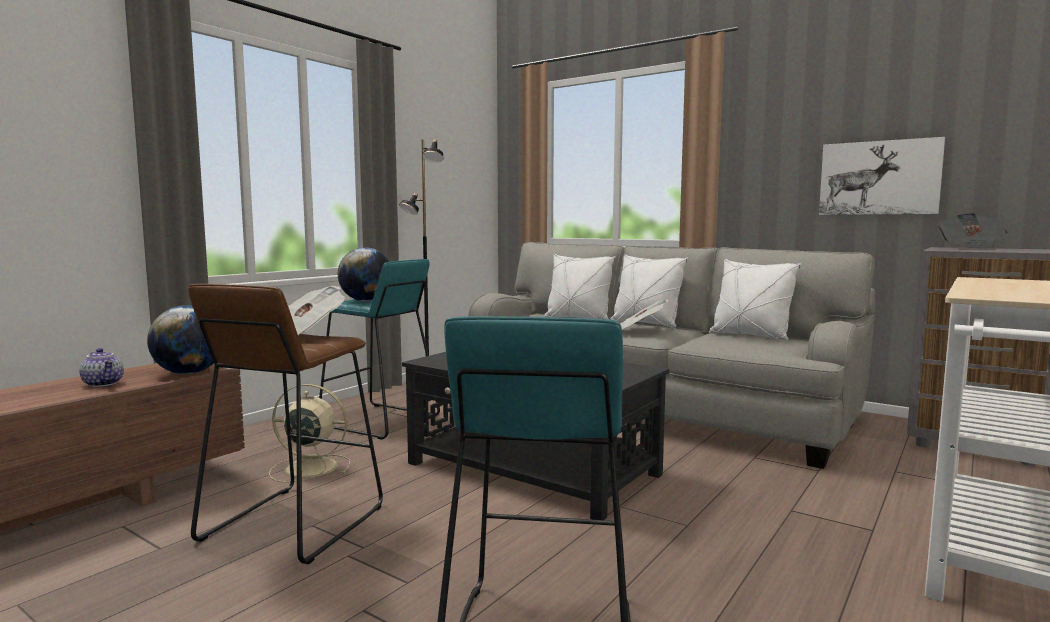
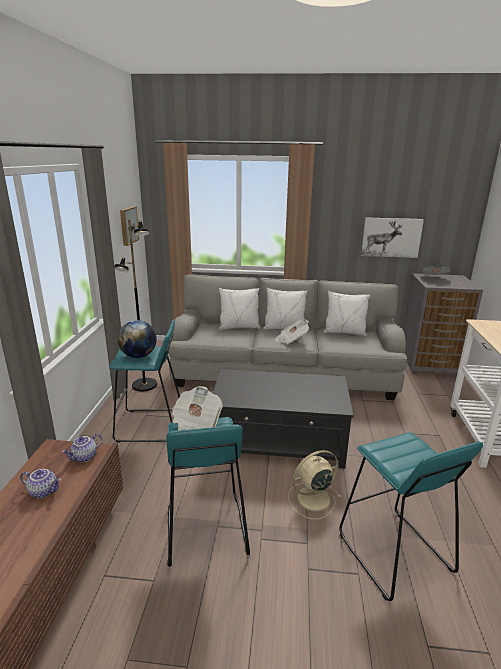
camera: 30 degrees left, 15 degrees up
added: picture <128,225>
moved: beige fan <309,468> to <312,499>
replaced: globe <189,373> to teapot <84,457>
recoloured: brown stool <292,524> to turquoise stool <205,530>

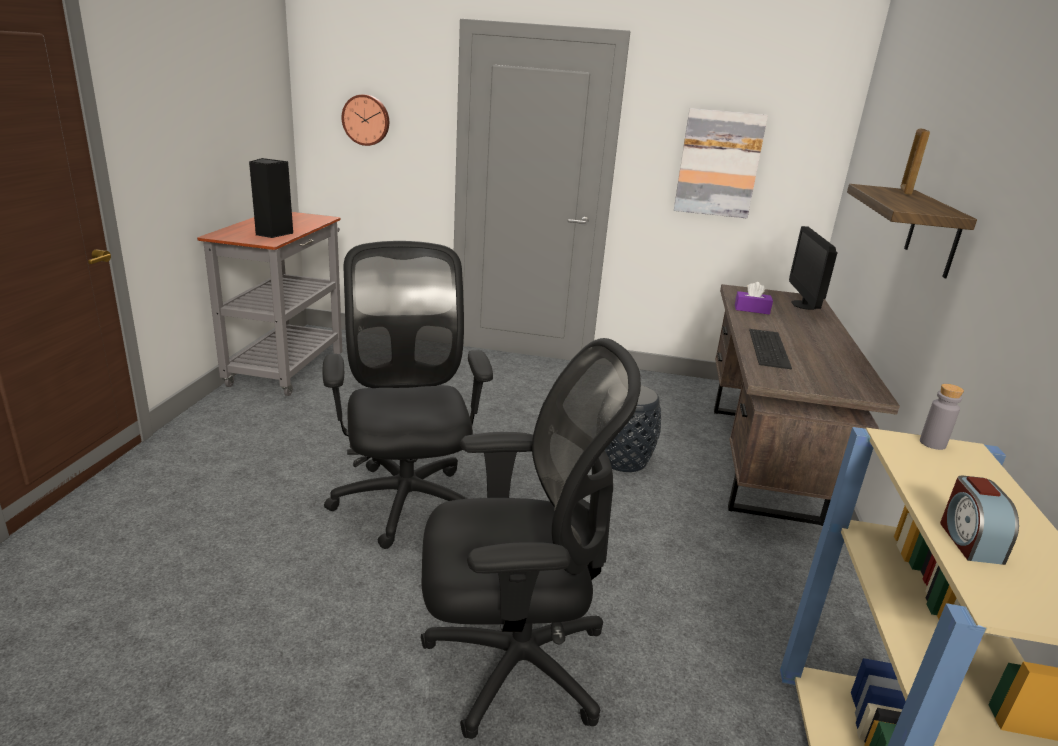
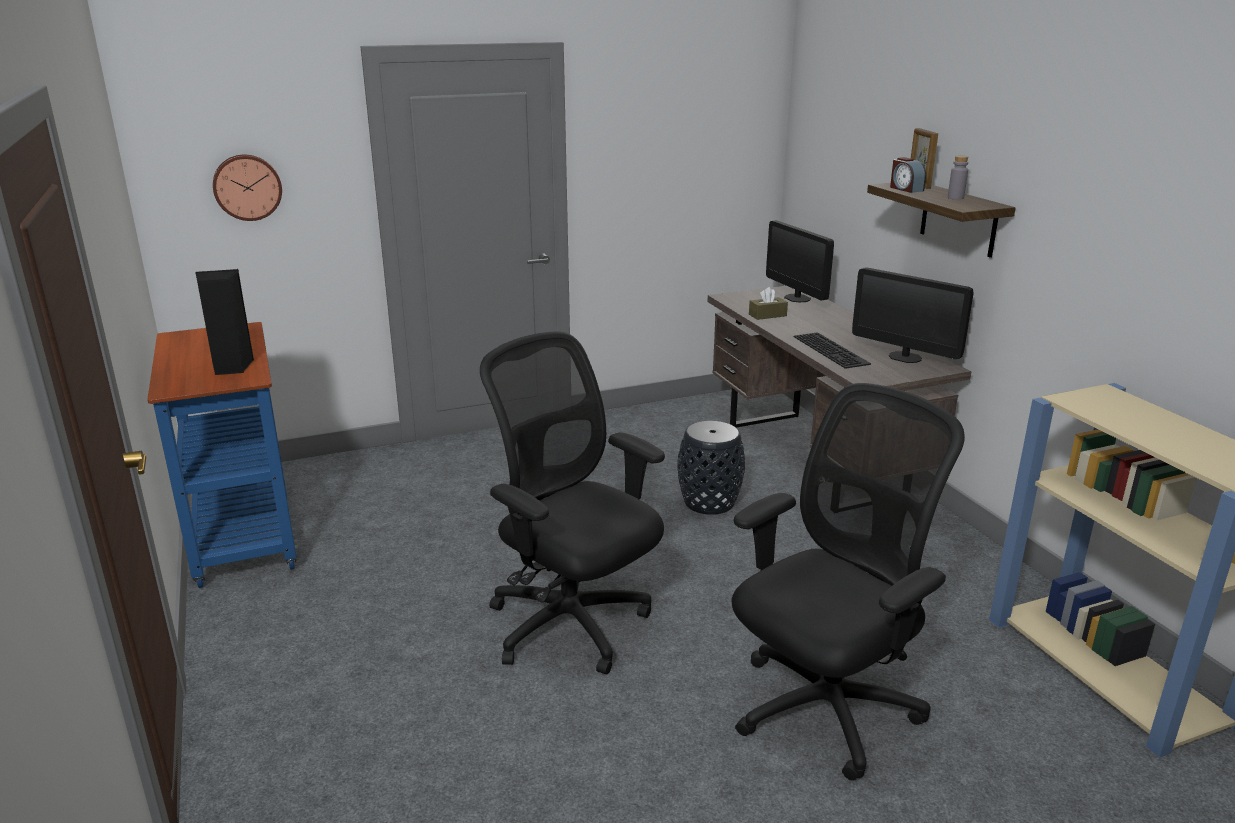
camera: 30 degrees left, 0 degrees up
removed: picture <718,163>
added: monitor <905,357>
moved: grey bottle <932,443> to <955,198>; alarm clock <969,541> to <905,189>
recoloured: grey cart <287,368> to blue cart <244,538>; purple tissue box <751,309> to brown tissue box <767,315>

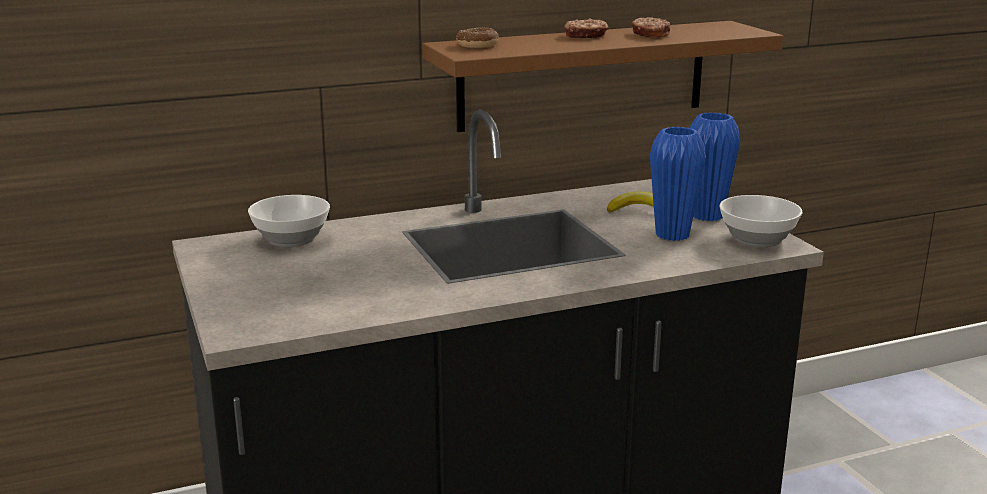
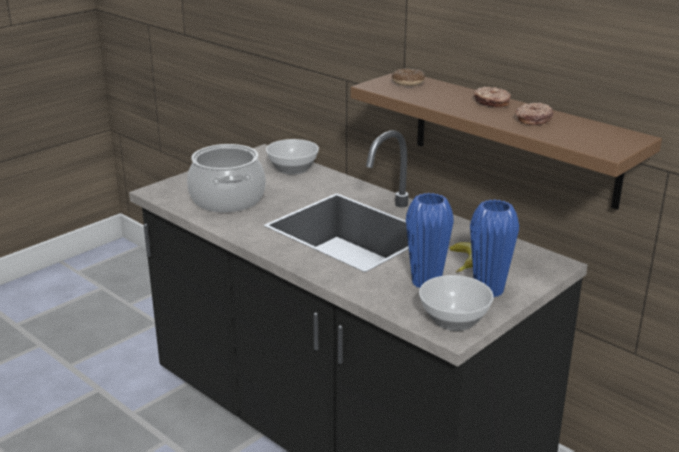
camera: 65 degrees right, 5 degrees up
added: cooking pot <228,199>

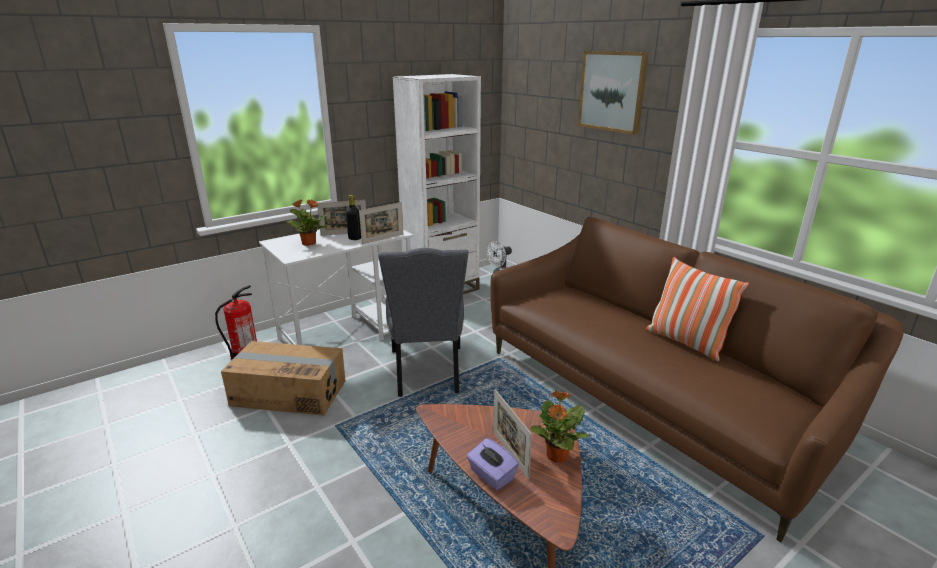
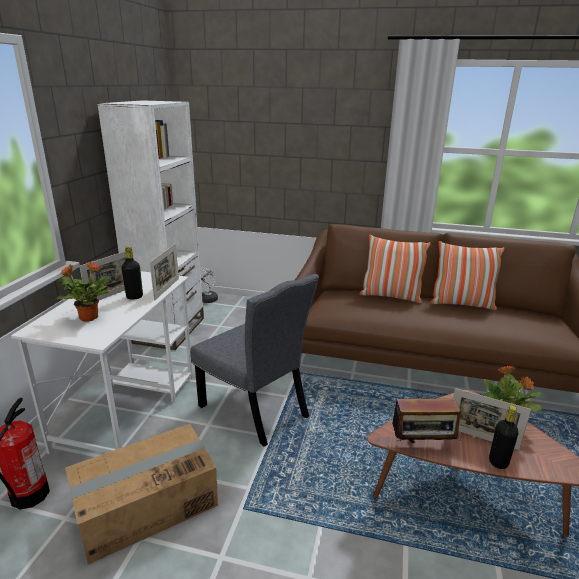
camera: 40 degrees left, 0 degrees up
removed: picture <612,91>
added: pillow <390,296>; radio <422,445>
replaced: purple tissue box <491,475> to black bottle <498,462>

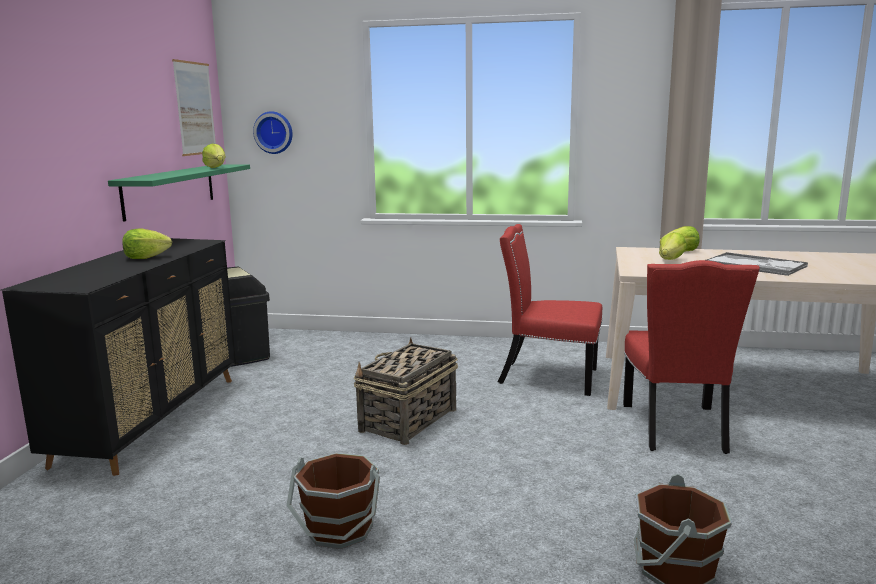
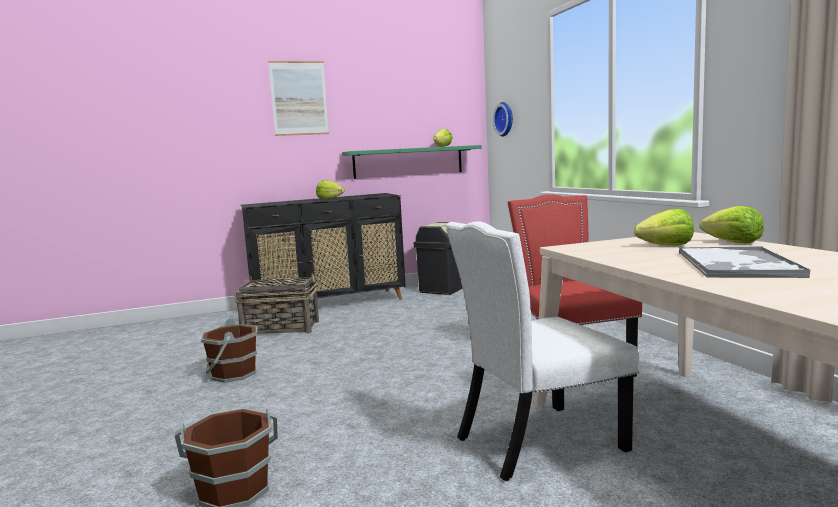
camera: 60 degrees right, 5 degrees down
moved: picture <195,108> to <299,98>; basket <407,420> to <280,328>
recoloured: red chair <676,426> to white chair <541,441>

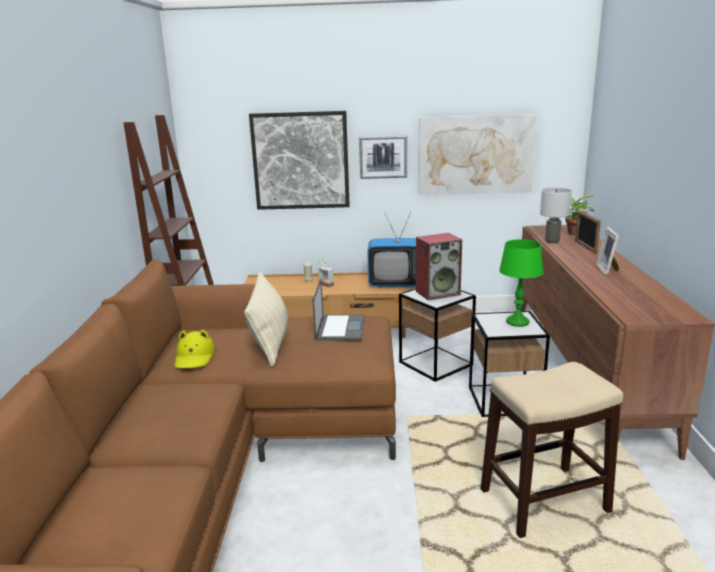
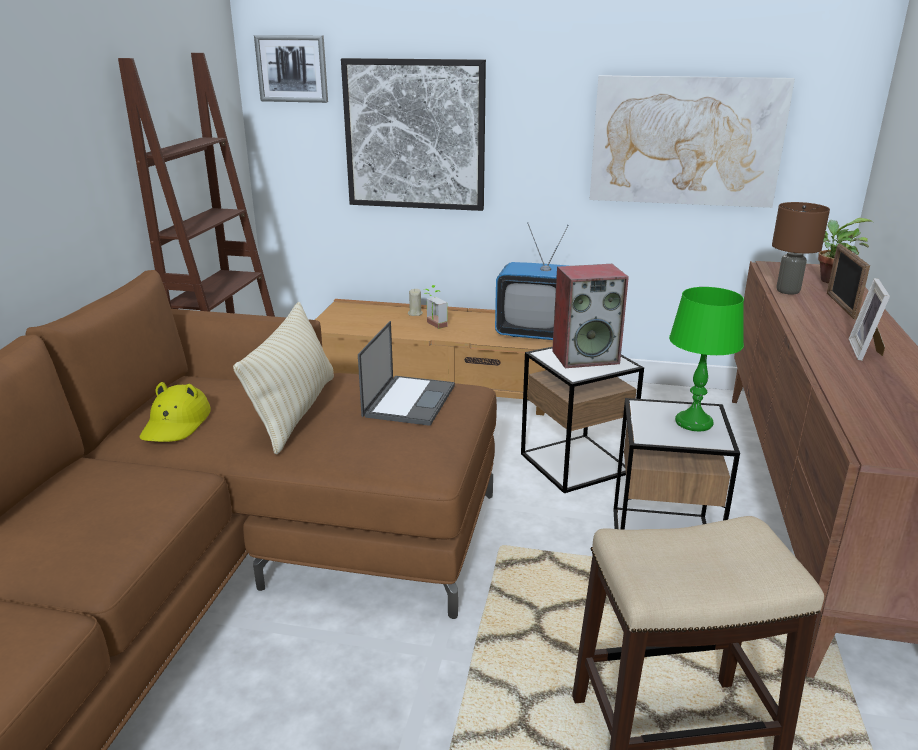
camera: 10 degrees right, 5 degrees up
moved: picture <383,157> to <292,69>
recoloured: white table lamp <551,241> to brown table lamp <787,291>

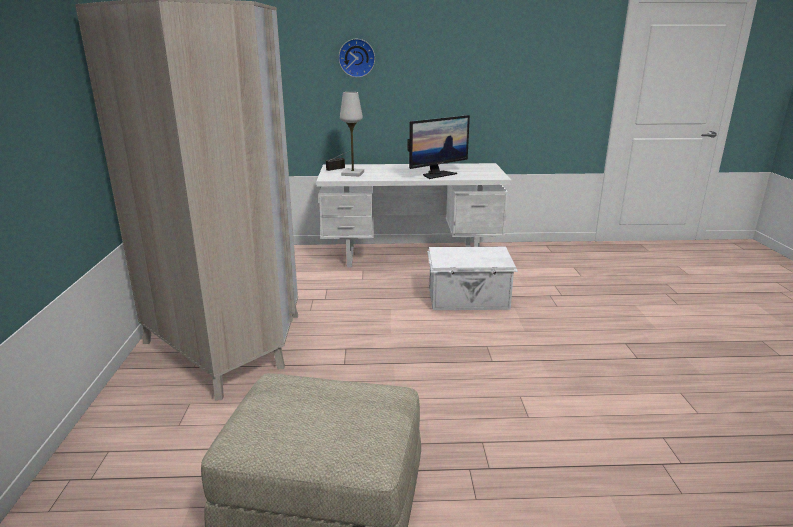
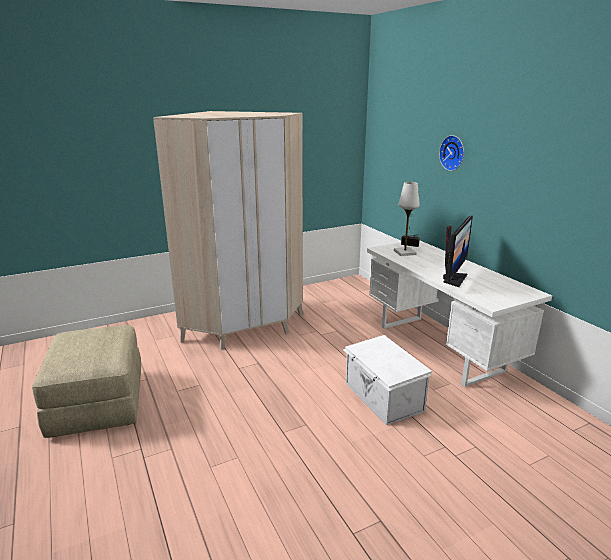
camera: 65 degrees right, 0 degrees up
turned: monitor <437,174> = <453,279> 90 degrees counterclockwise

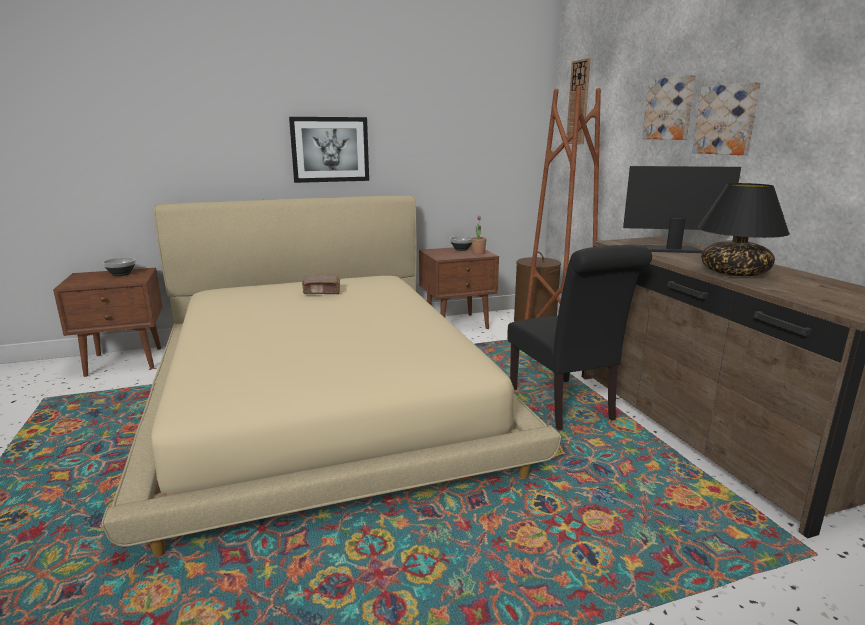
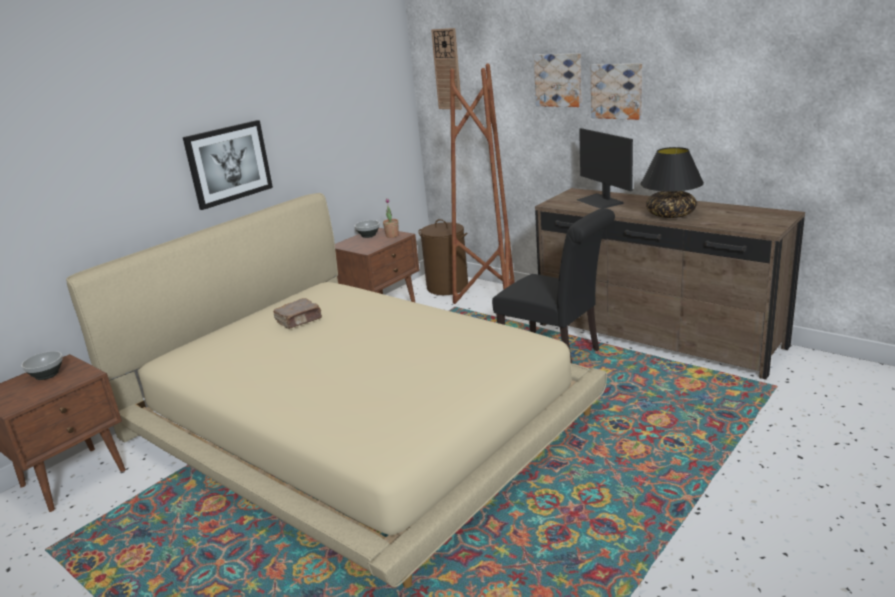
camera: 30 degrees left, 5 degrees up
turned: monitor <670,249> = <600,201> 90 degrees counterclockwise

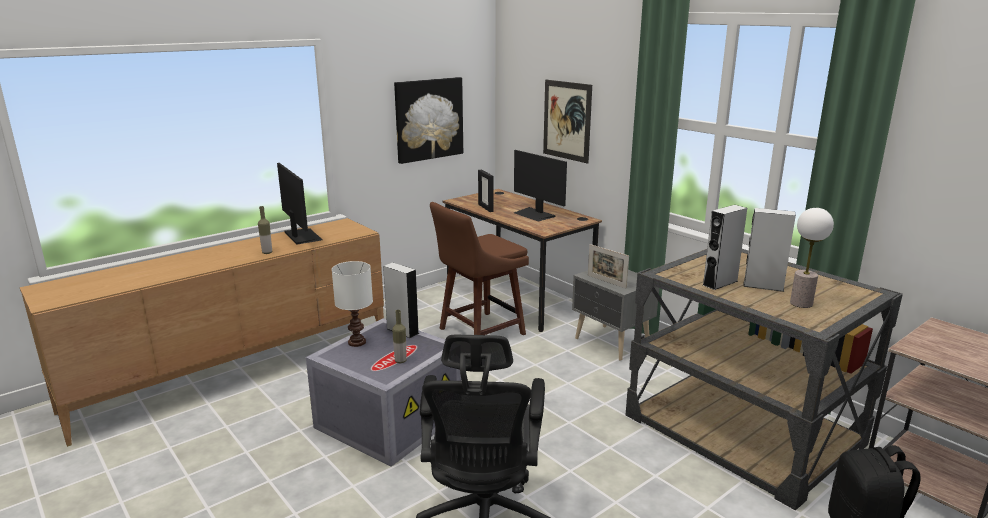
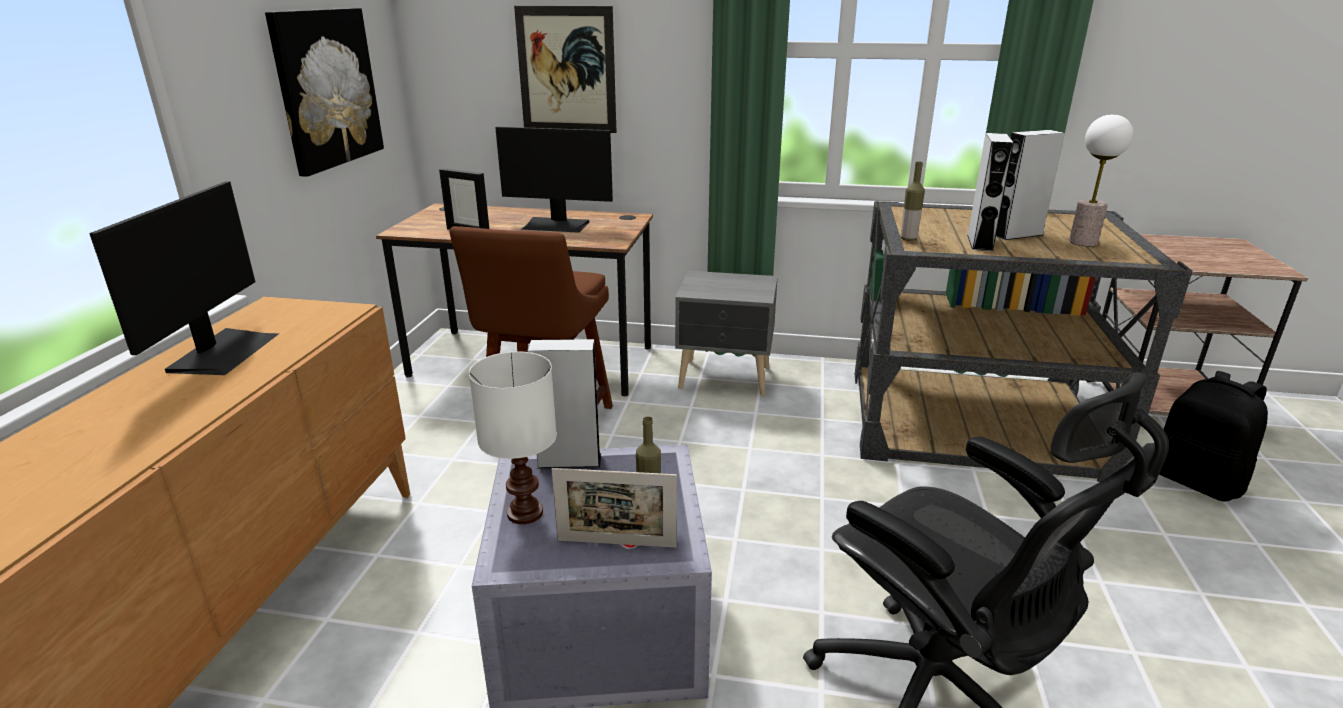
camera: 40 degrees left, 5 degrees up
moved: bottle <267,253> to <908,239>; picture frame <606,281> to <616,543>
turned: monitor <302,236> = <223,351> 75 degrees clockwise

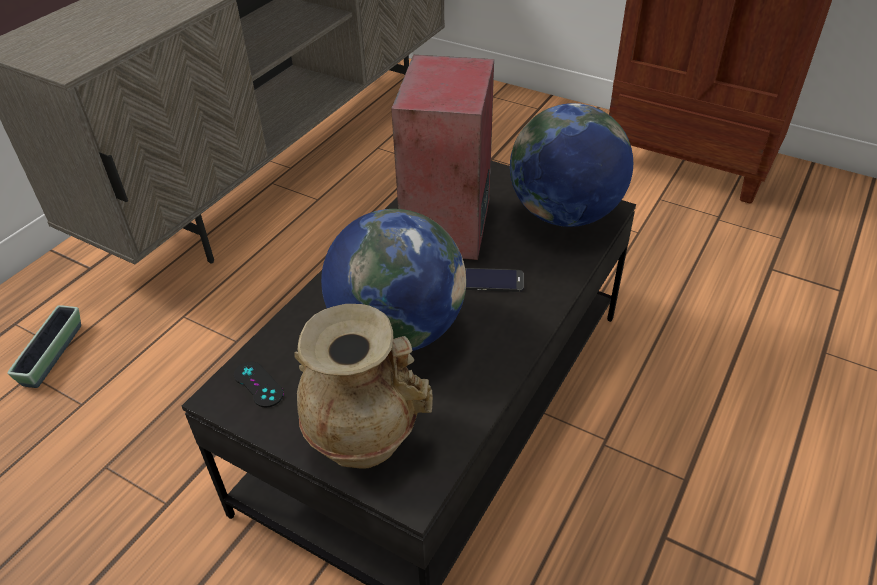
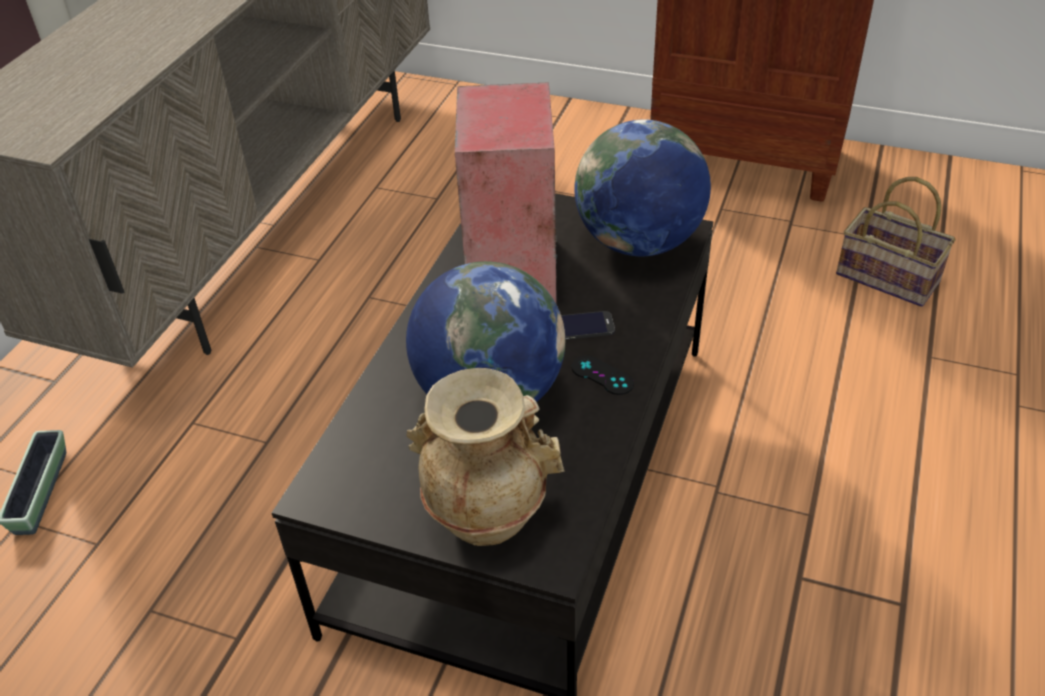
camera: 10 degrees left, 0 degrees up
added: basket <890,278>
moved: black game controller <258,384> to <602,375>

